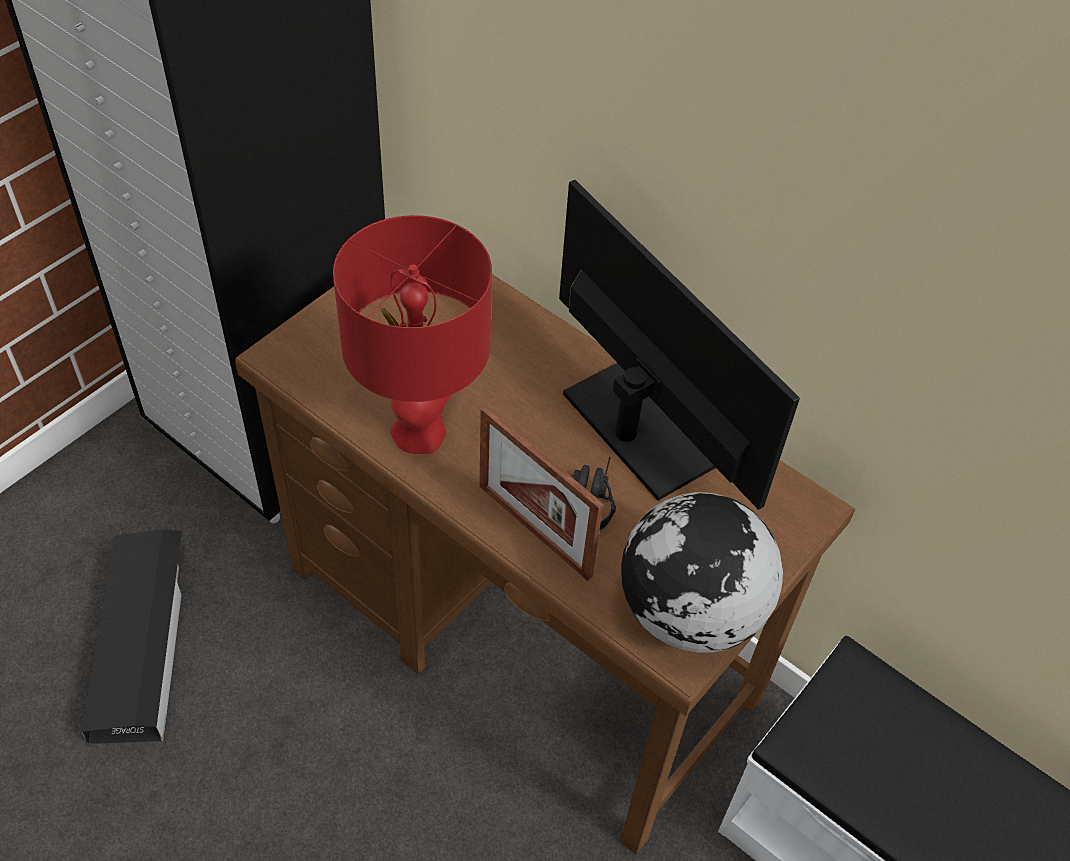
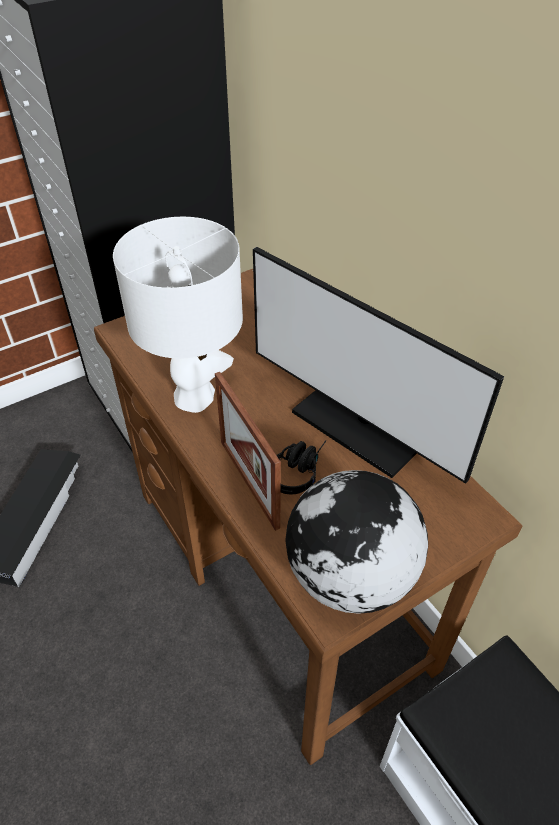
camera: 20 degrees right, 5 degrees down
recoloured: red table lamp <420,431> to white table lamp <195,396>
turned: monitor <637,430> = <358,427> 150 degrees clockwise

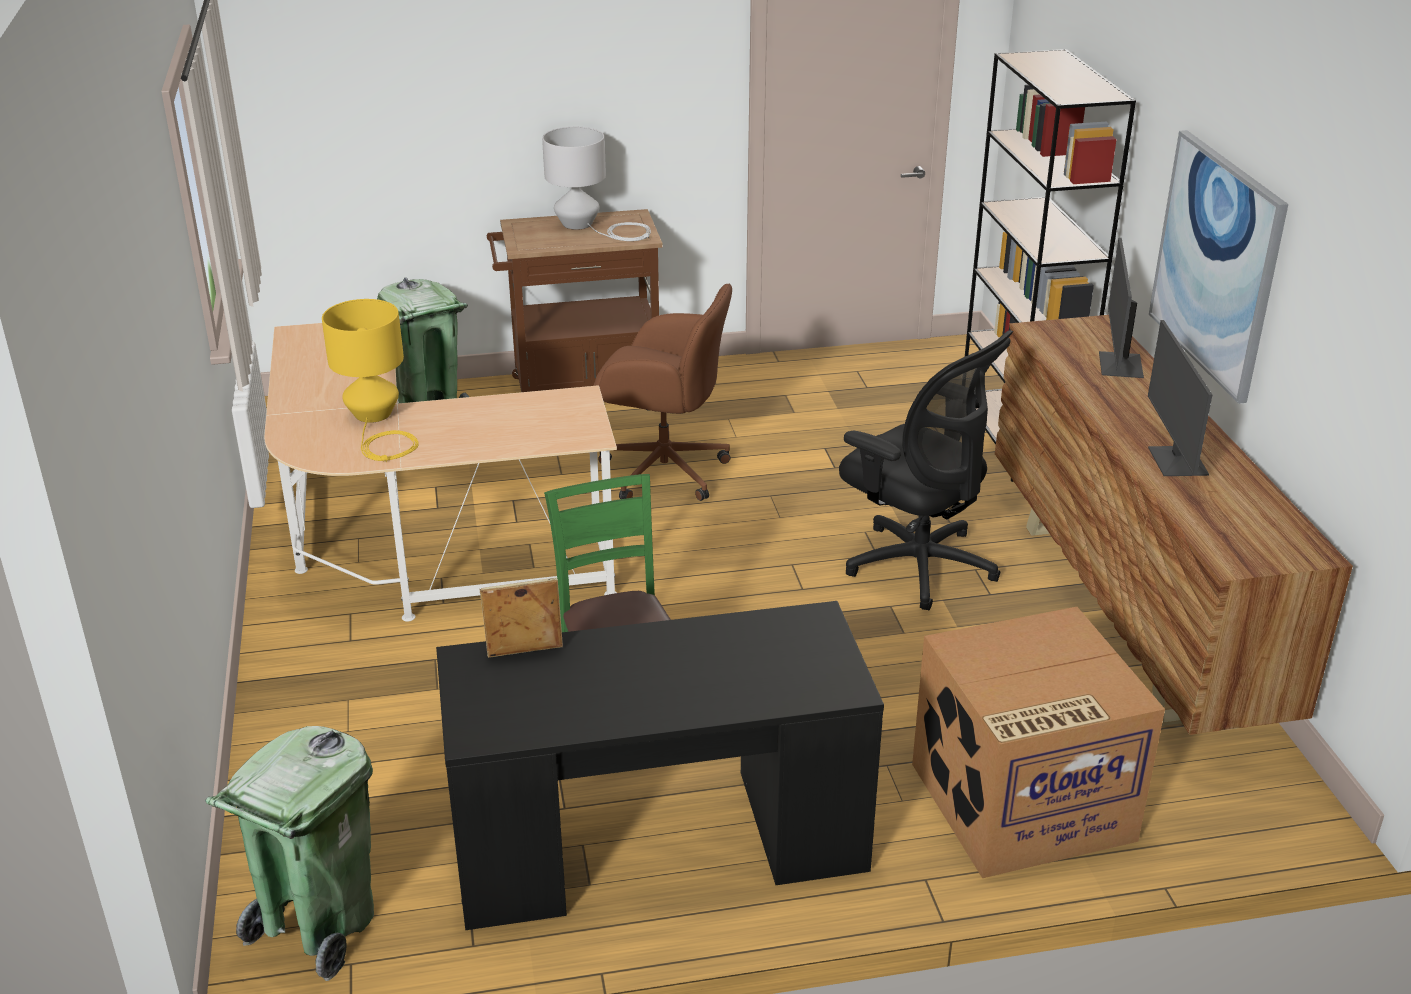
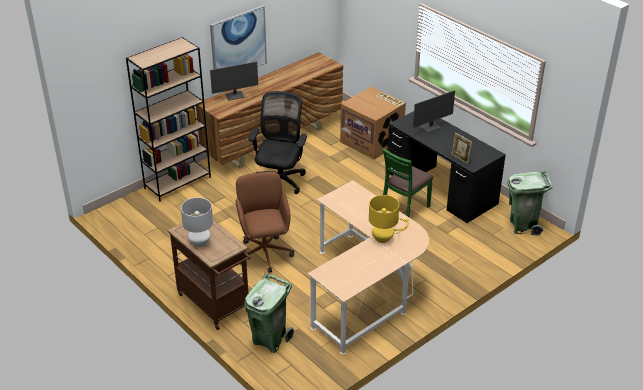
camera: 120 degrees left, 5 degrees up
moved: monitor <1176,461> to <430,127>

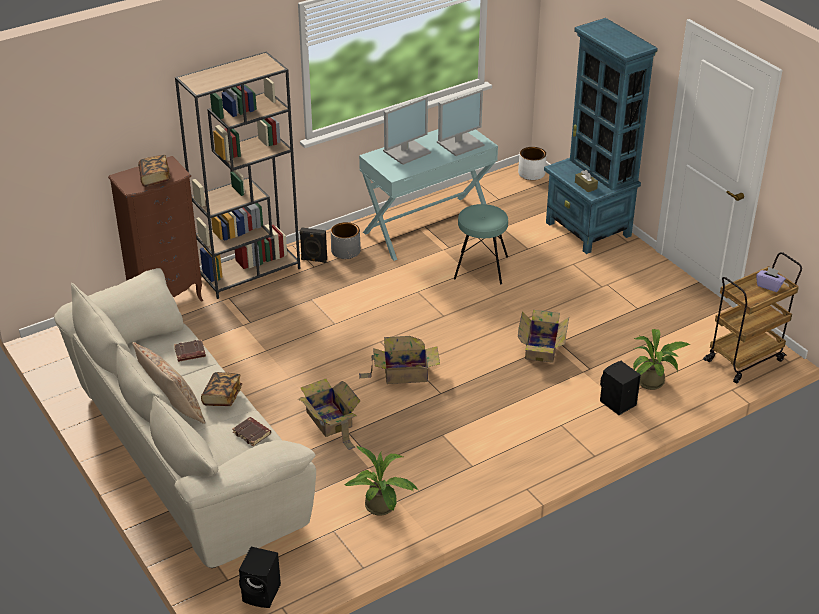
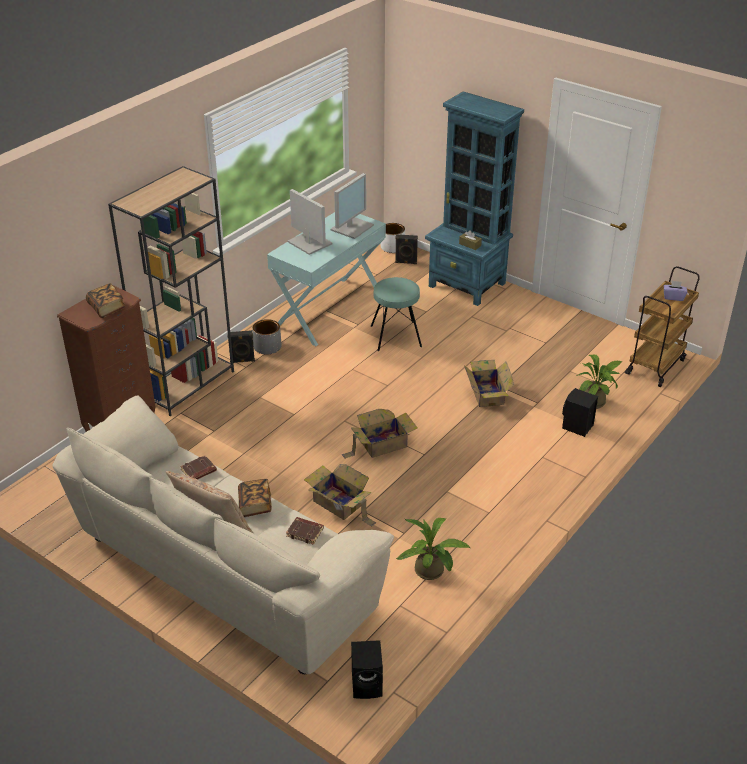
camera: 20 degrees left, 0 degrees up
added: black speaker <406,262>
turned: monitor <407,151> = <309,243> 75 degrees counterclockwise

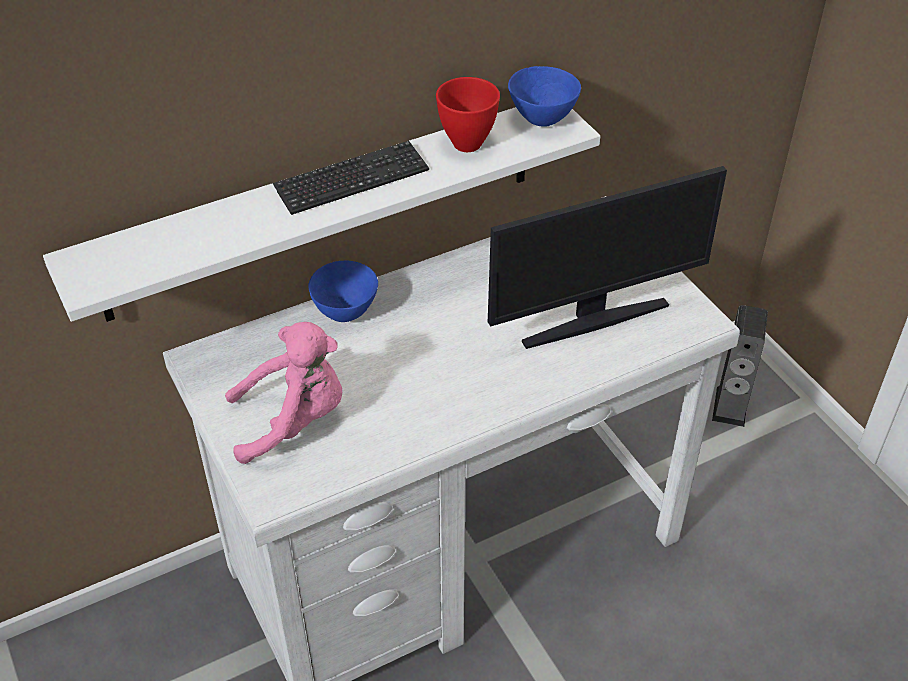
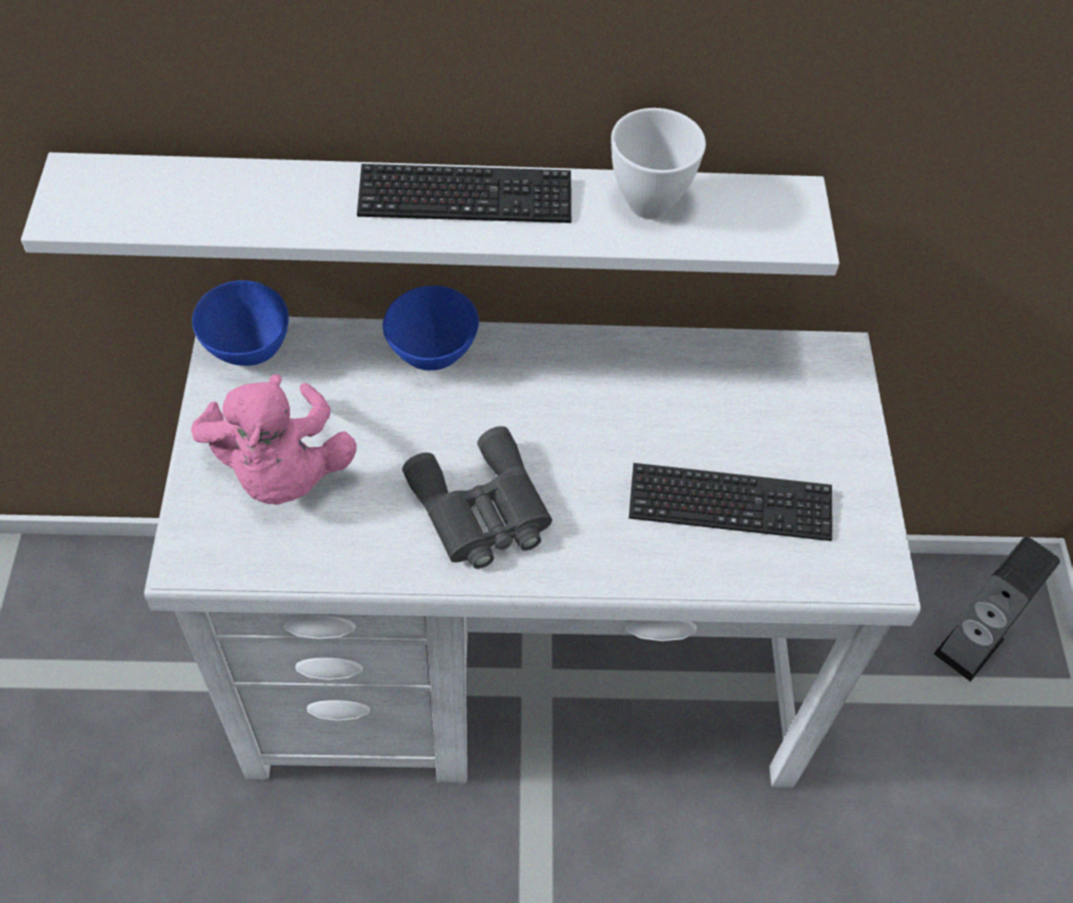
camera: 25 degrees right, 10 degrees up
added: grey binoculars <481,511>
moved: blue bowl <541,119> to <247,351>
replaced: monitor <593,320> to keyboard <730,504>
recoloured: red bowl <466,144> to white bowl <646,204>
turned: pink plush toy <294,421> = <280,472> 60 degrees clockwise

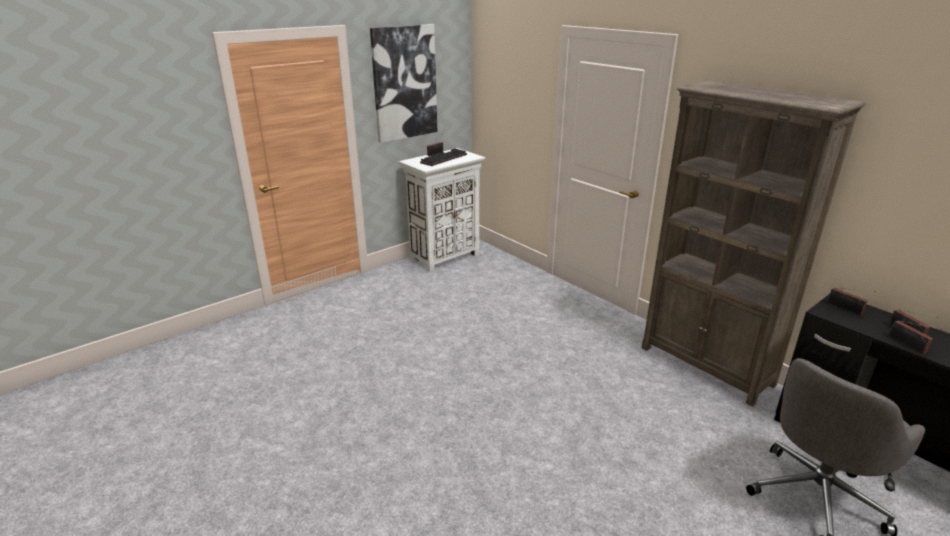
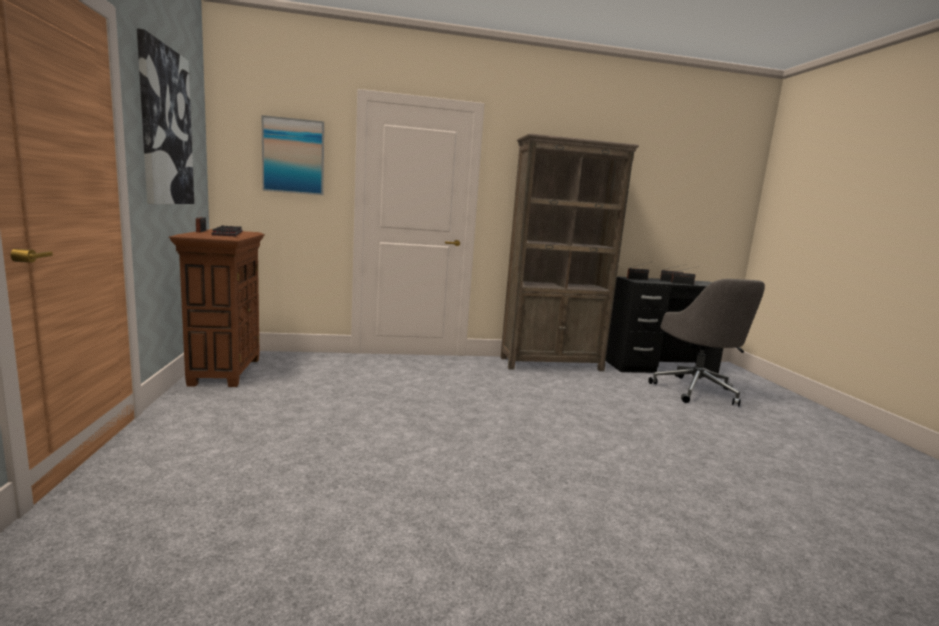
camera: 60 degrees left, 15 degrees down
added: picture <293,156>
recoloured: white cabinet <445,257> to brown cabinet <225,371>

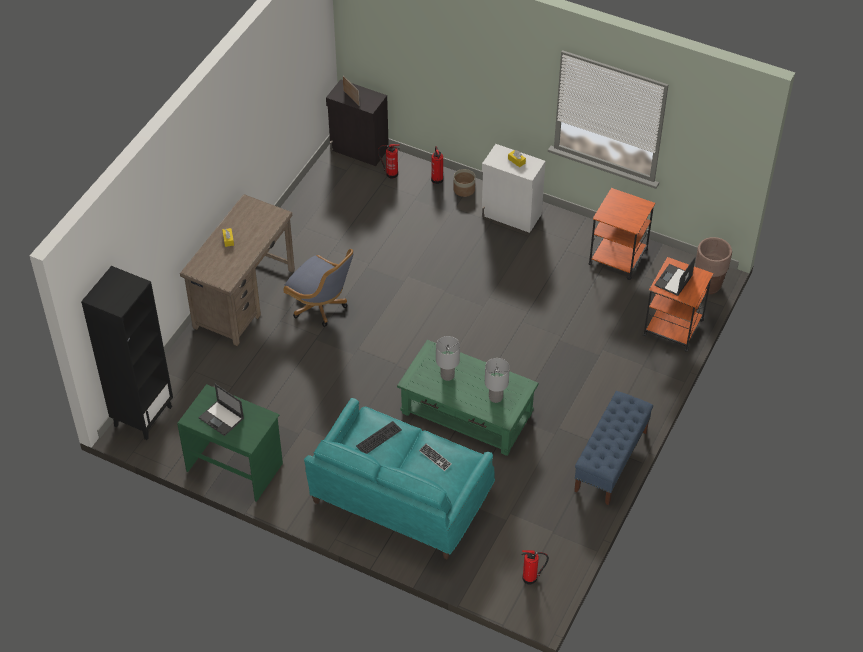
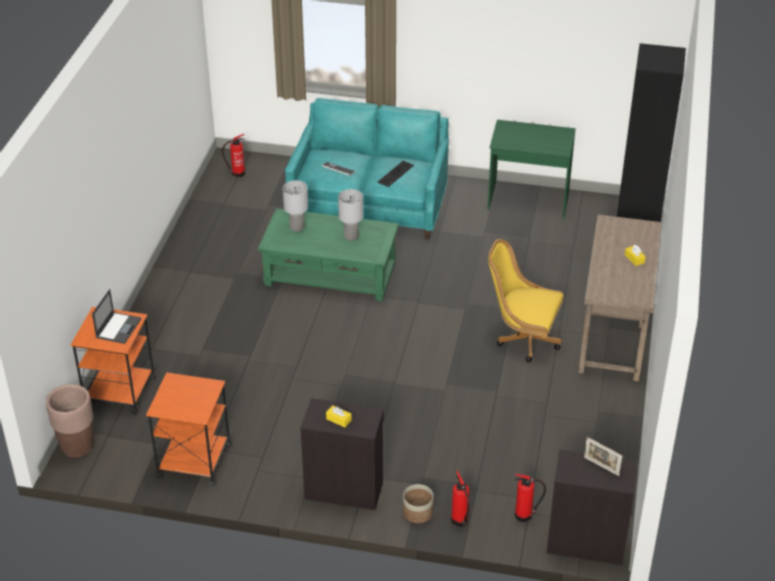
camera: 165 degrees right, 10 degrees down
removed: laptop <222,418>; blue bench <611,461>
recoloured: blue office chair <323,308> to yellow office chair <522,339>; white cabinet <511,215> to black cabinet <343,489>

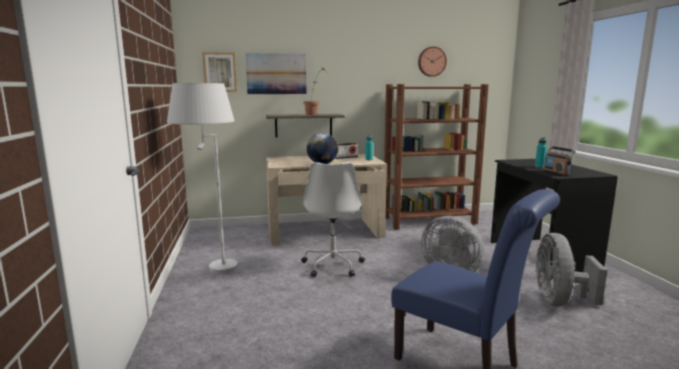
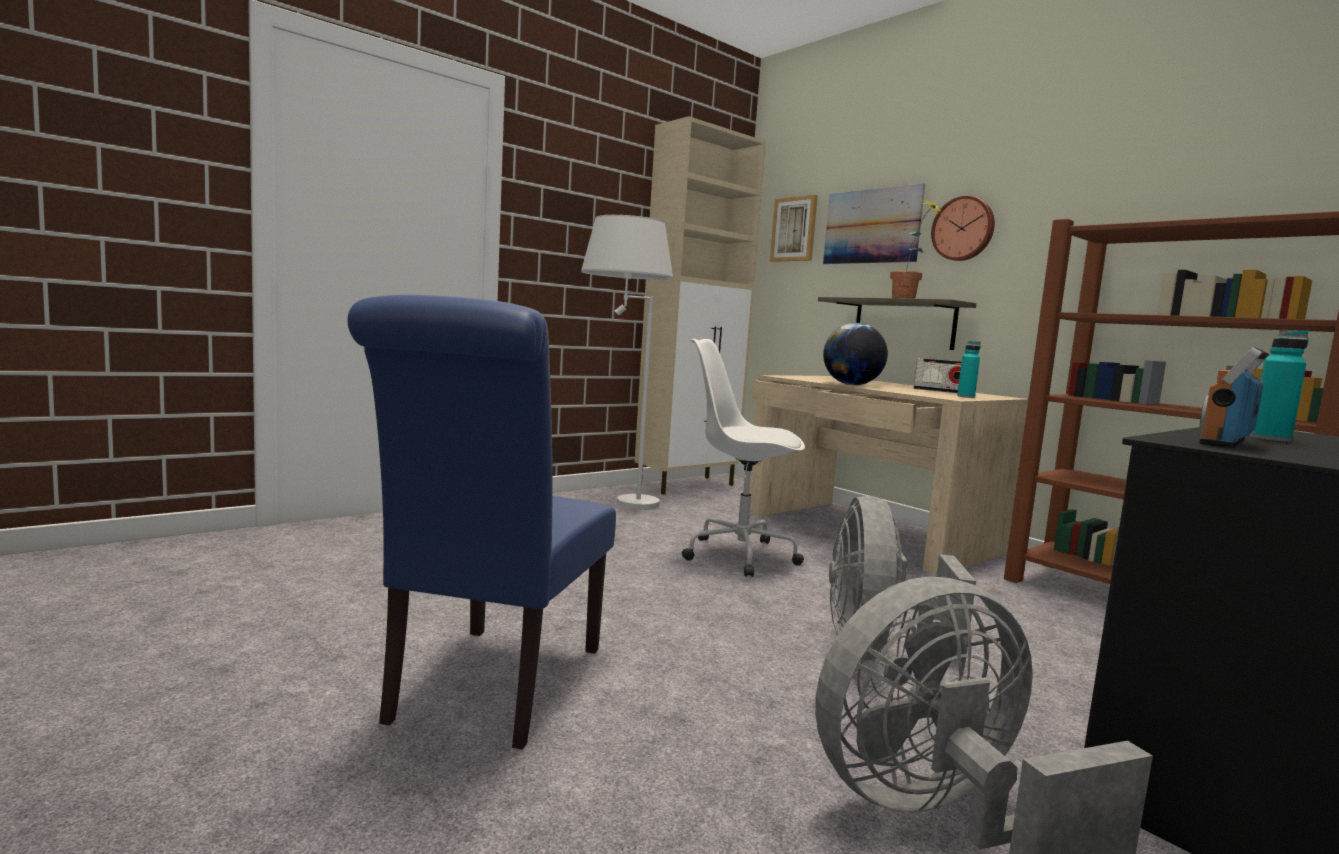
camera: 60 degrees right, 5 degrees down
added: beige cabinet <687,485>
moved: wall clock <431,61> to <963,229>
turned: white office chair <333,266> = <736,555> 45 degrees clockwise

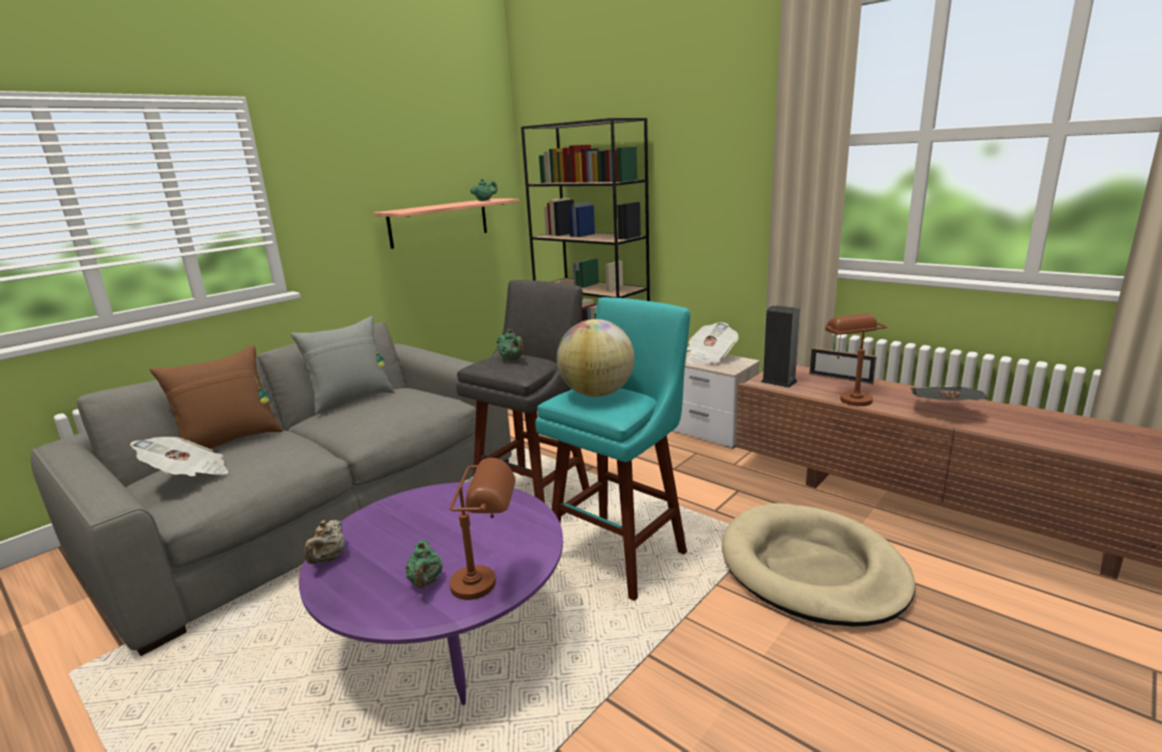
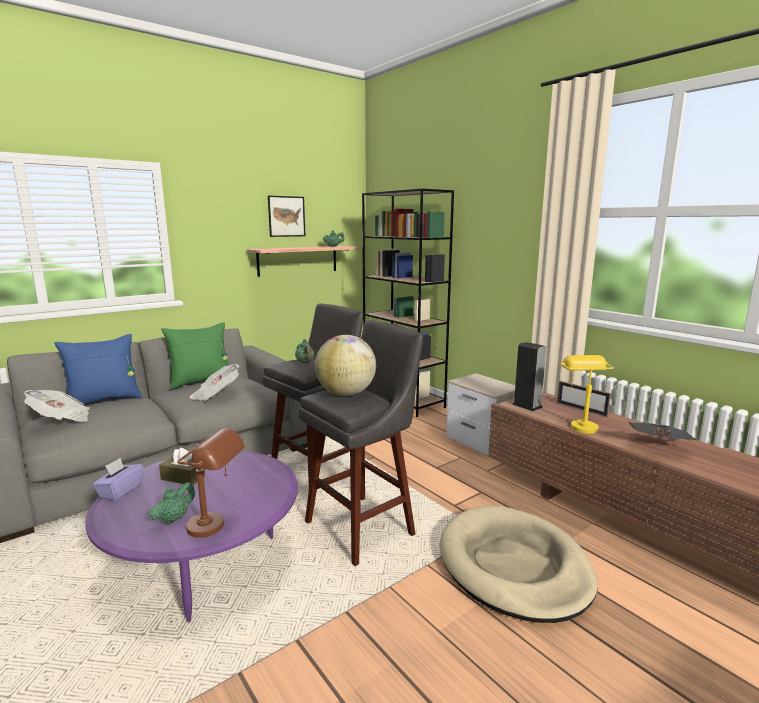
camera: 10 degrees right, 5 degrees down
added: brown tissue box <183,478>; picture <286,216>
moved: newspaper <709,357> to <216,395>
replaced: beige teapot <329,559> to purple tissue box <120,491>
recoloured: brown pillow <231,442> to blue pillow <104,401>; grey pillow <351,400> to green pillow <200,382>; turquoise stool <621,553> to grey stool <363,527>; brown table lamp <848,397> to yellow table lamp <579,424>
turned: green teapot <426,582> = <174,519> 150 degrees counterclockwise

